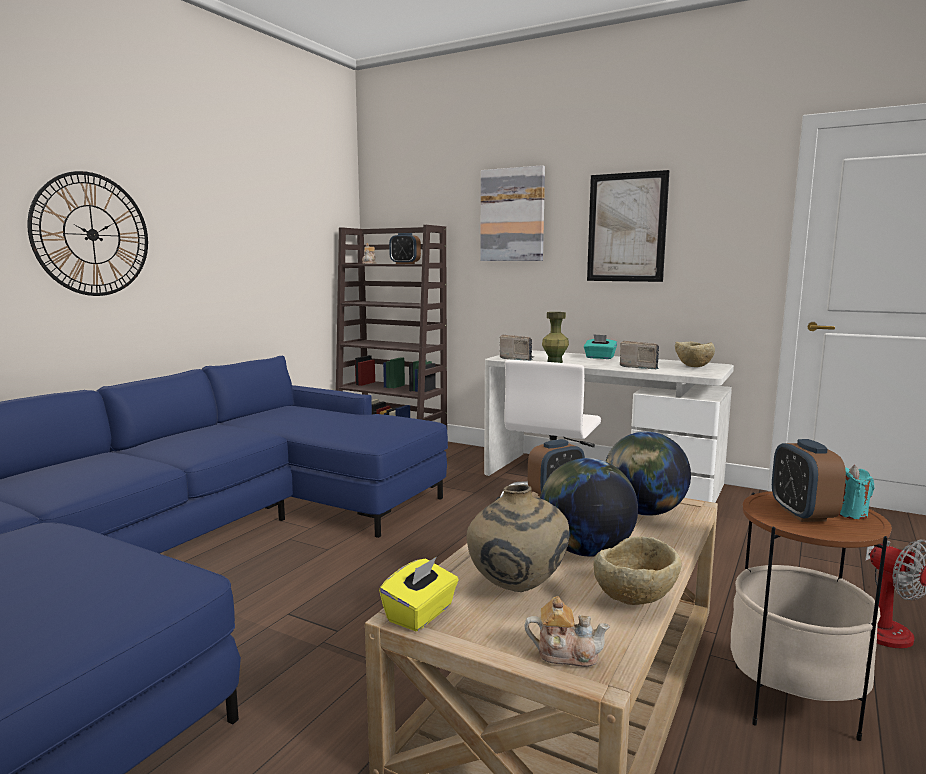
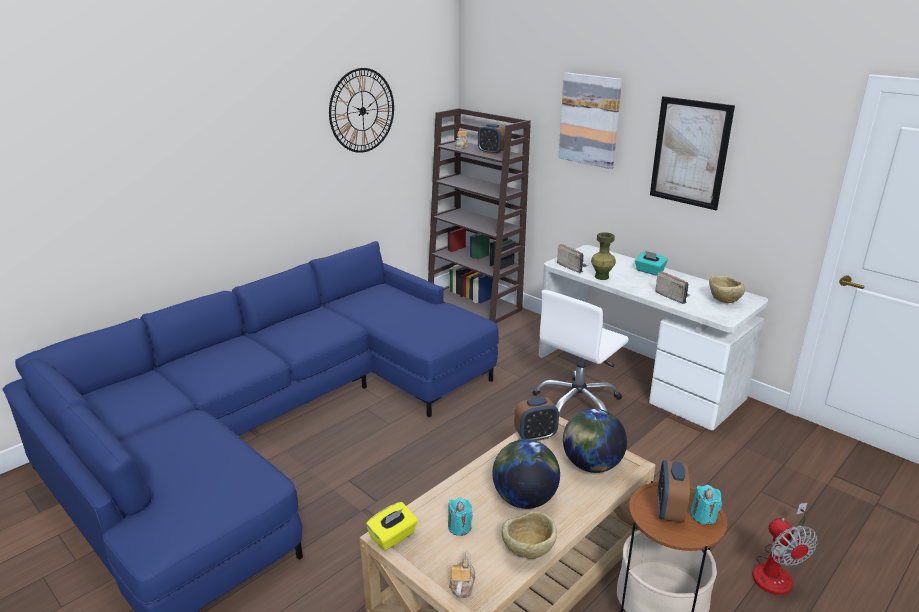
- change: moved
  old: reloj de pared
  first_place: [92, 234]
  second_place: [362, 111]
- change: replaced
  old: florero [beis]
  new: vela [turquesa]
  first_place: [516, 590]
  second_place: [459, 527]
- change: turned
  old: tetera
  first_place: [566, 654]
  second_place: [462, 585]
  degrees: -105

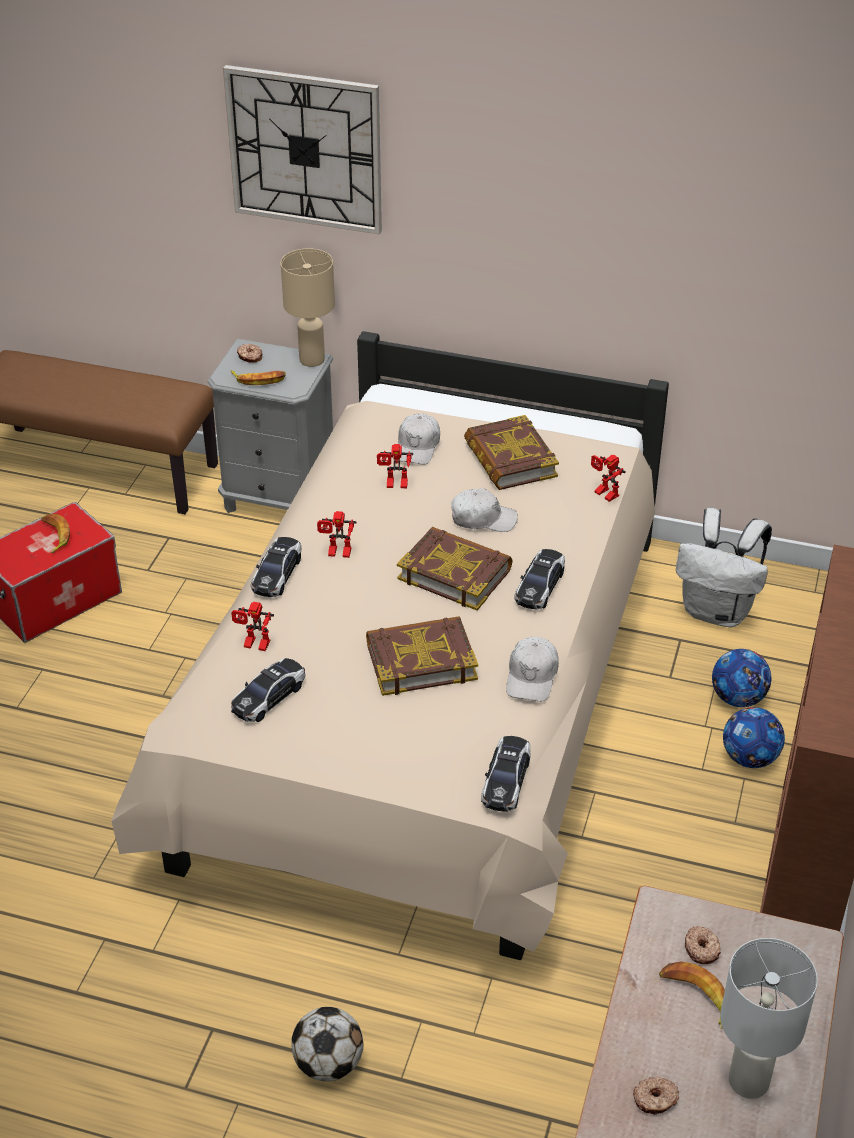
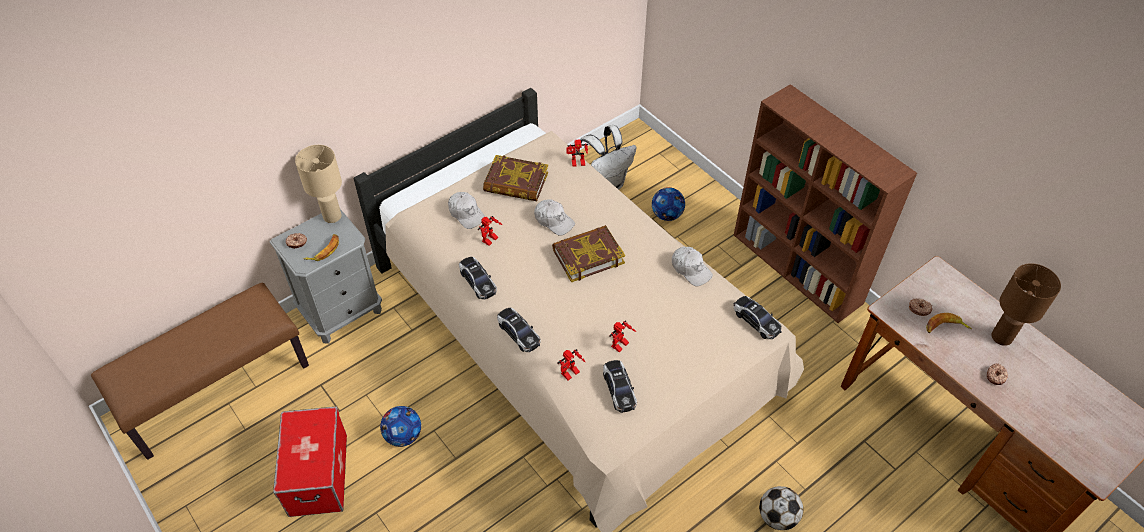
- change: removed
  old: reloj de pared
  first_place: [305, 149]
- change: turned
  old: gorra [blanco]
  first_place: [482, 519]
  second_place: [554, 220]
  degrees: 90
- change: moved
  old: robot de juguete
  first_place: [337, 554]
  second_place: [620, 347]
- change: removed
  old: plátano
  first_place: [54, 536]
- change: moved
  old: coche de juguete
  first_place: [540, 586]
  second_place: [478, 281]
- change: removed
  old: libro
  first_place: [421, 661]
- change: moved
  old: balón de fútbol
  first_place: [749, 758]
  second_place: [403, 436]
- change: recoloured
  old: lámpara de mesa [blanco]
  new: lámpara de mesa [marrón]
  first_place: [750, 1081]
  second_place: [1002, 337]

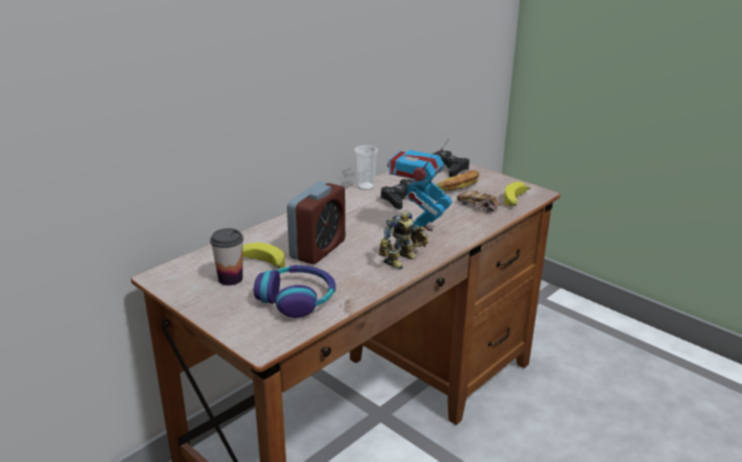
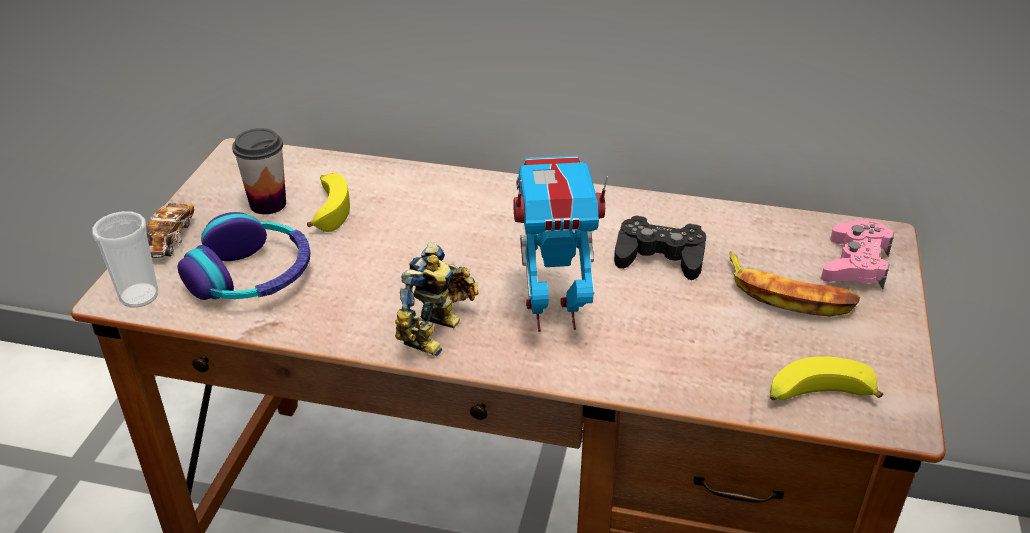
- change: moved
  old: taza
  first_place: [365, 186]
  second_place: [139, 296]
- change: recoloured
  old: mando de consola [negro]
  new: mando de consola [rosa]
  first_place: [448, 168]
  second_place: [855, 264]
- change: removed
  old: despertador
  first_place: [318, 249]
- change: moved
  old: coche de juguete
  first_place: [478, 207]
  second_place: [169, 240]
- change: turned
  old: robot de juguete
  first_place: [403, 261]
  second_place: [438, 334]
  degrees: -75

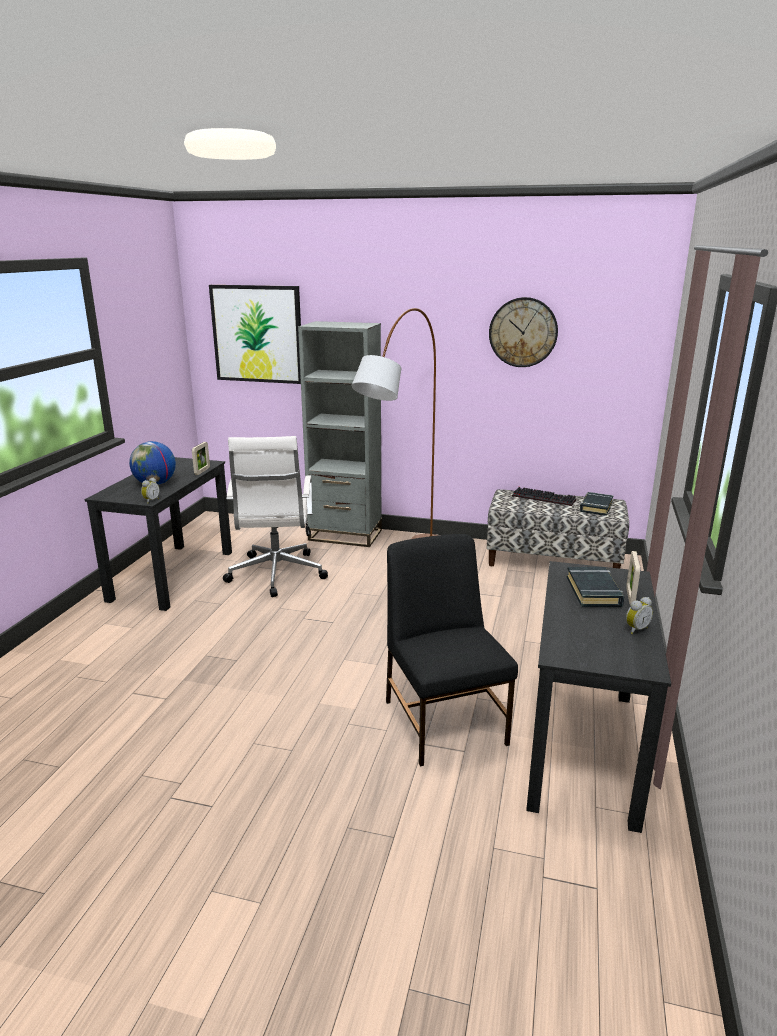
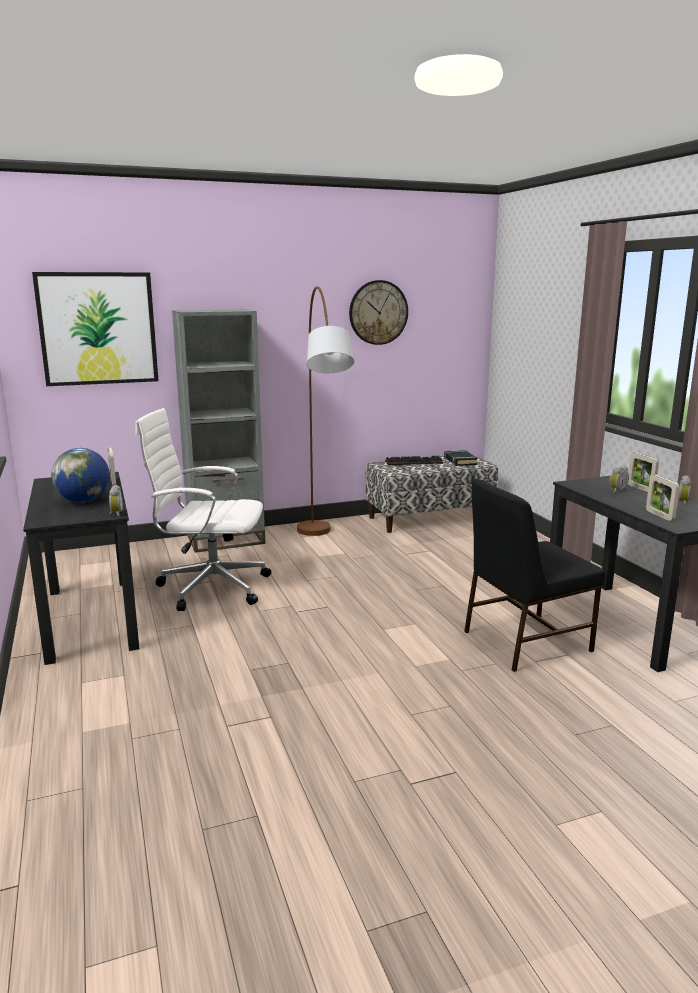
- change: turned
  old: silla de oficina [blanco]
  first_place: [276, 575]
  second_place: [210, 587]
  degrees: 135
- change: turned
  old: silla [negro]
  first_place: [445, 720]
  second_place: [524, 641]
  degrees: -60
- change: replaced
  old: libro [negro]
  new: despertador
  first_place: [594, 591]
  second_place: [616, 491]
- change: added
  new: portarretratos
  second_place: [659, 515]

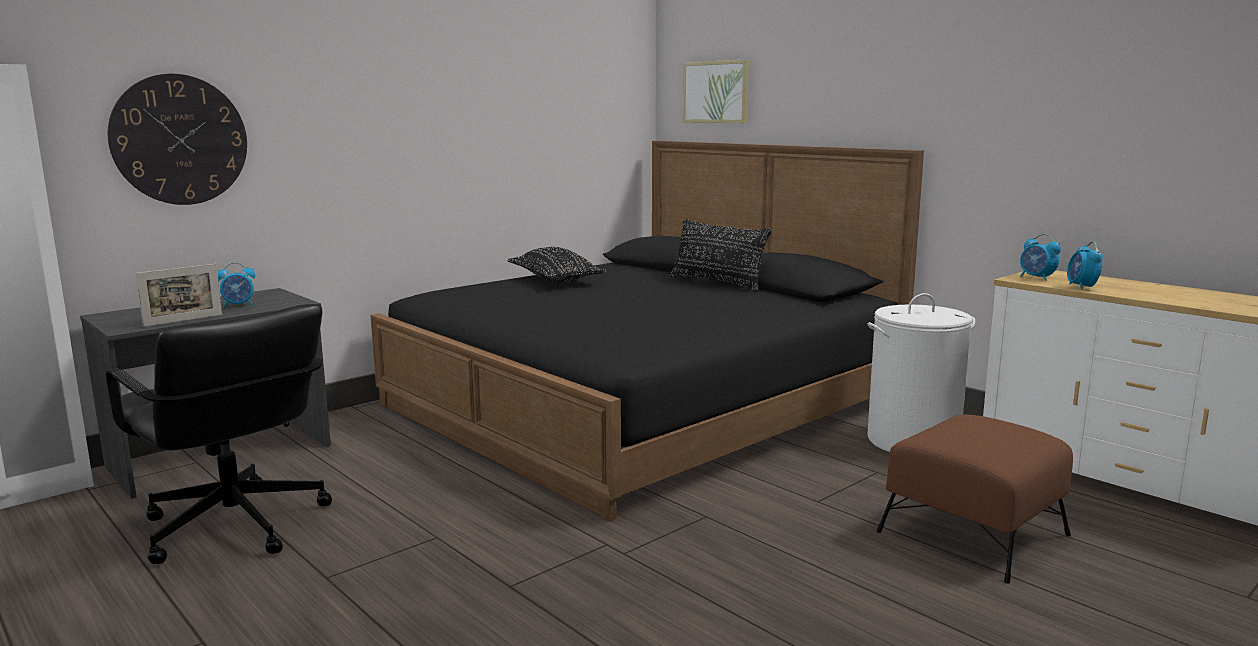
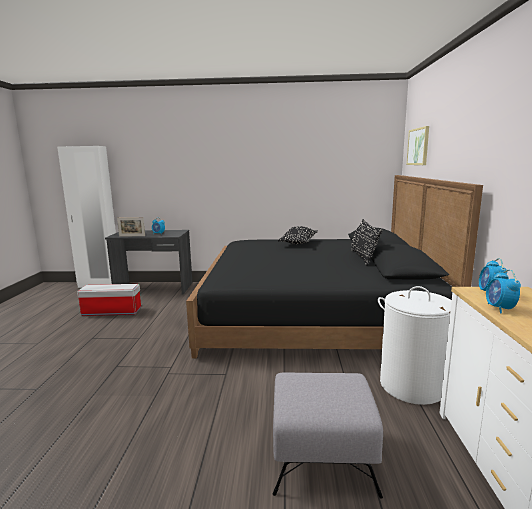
- change: removed
  old: reloj de pared
  first_place: [180, 140]
- change: turned
  old: despertador
  first_place: [1081, 287]
  second_place: [499, 309]
  degrees: -45
- change: replaced
  old: silla de oficina [negro]
  new: caja de almacenaje
  first_place: [234, 526]
  second_place: [111, 312]
- change: recoloured
  old: puf [marrón]
  new: puf [gris]
  first_place: [972, 533]
  second_place: [321, 455]

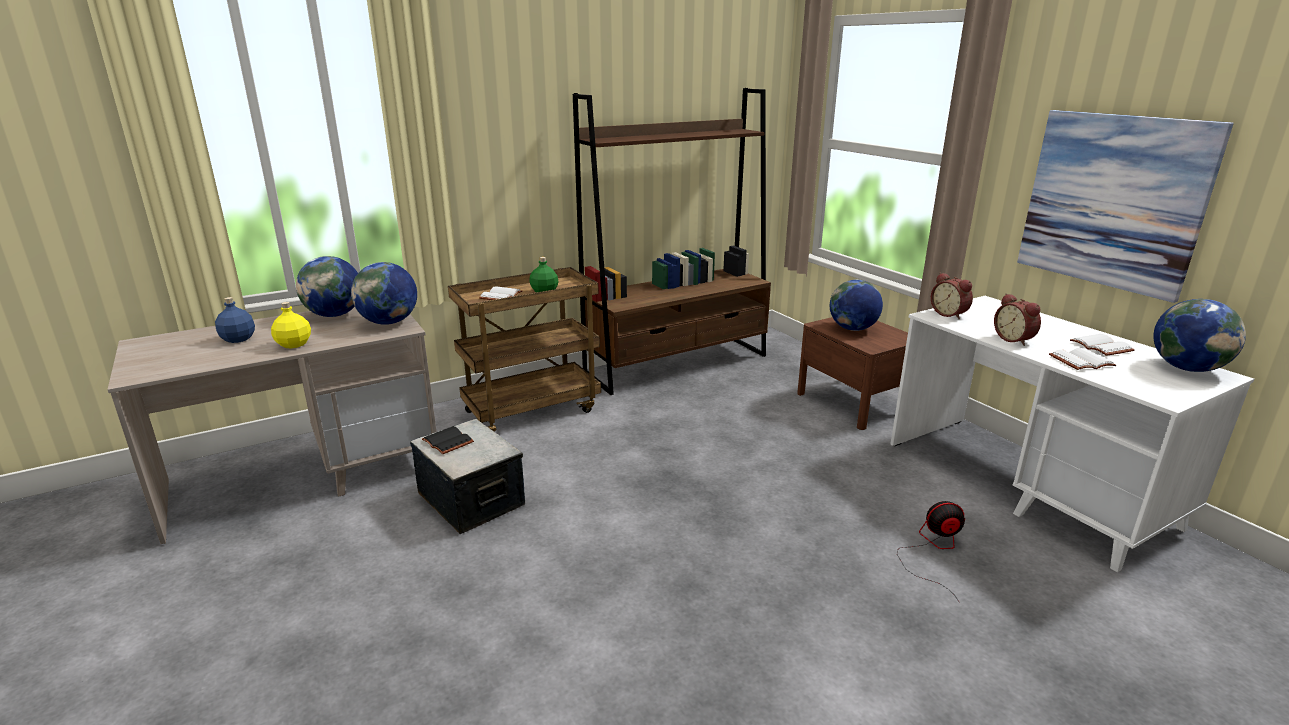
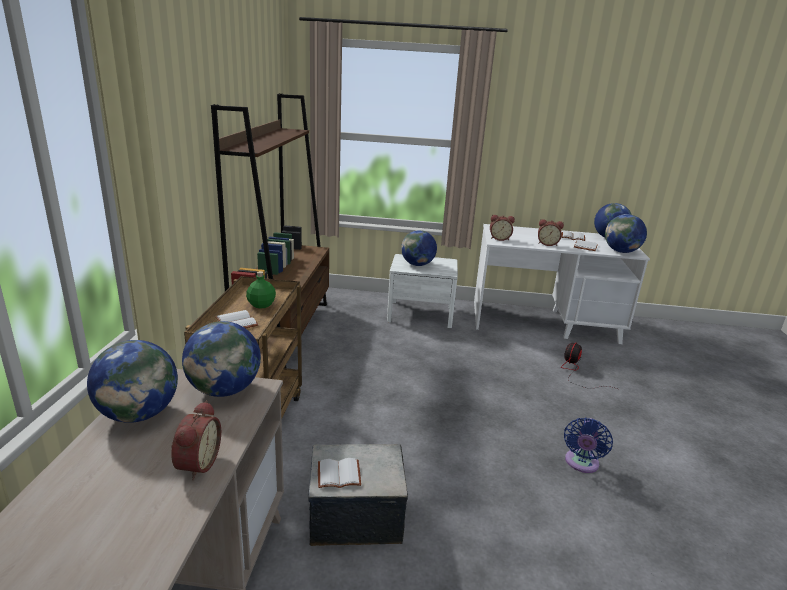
- change: removed
  old: cuadro
  first_place: [1113, 201]
- change: removed
  old: botella [azul]
  first_place: [238, 339]
- change: replaced
  old: botella [amarillo]
  new: despertador
  first_place: [294, 344]
  second_place: [196, 464]
- change: recoloured
  old: mesita de noche [marrón]
  new: mesita de noche [blanco]
  first_place: [853, 402]
  second_place: [420, 314]
- change: recoloured
  old: libro [negro]
  new: libro [blanco]
  first_place: [449, 441]
  second_place: [339, 473]
- change: added
  new: globo terráqueo
  second_place: [621, 251]
- change: added
  new: ventilador [azul]
  second_place: [581, 464]

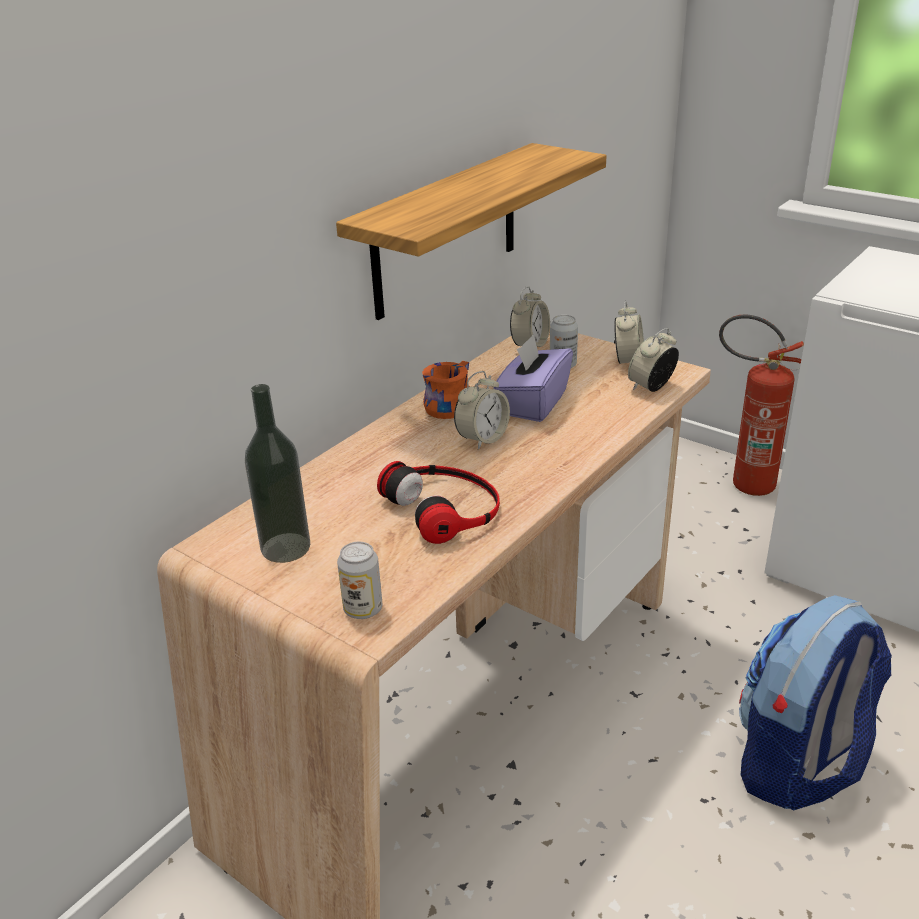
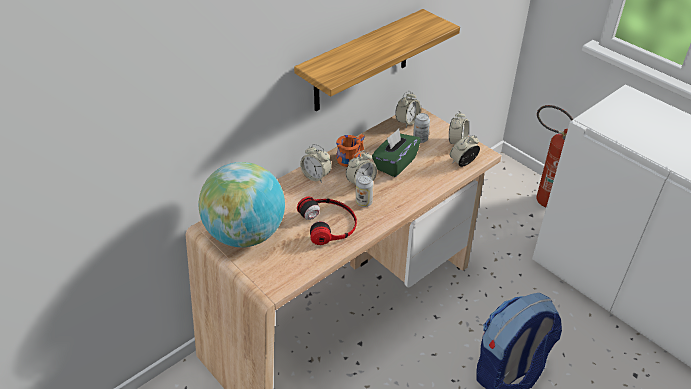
- change: recoloured
  old: caja de pañuelos [morado]
  new: caja de pañuelos [verde]
  first_place: [533, 403]
  second_place: [395, 164]
- change: replaced
  old: botella
  new: globo terráqueo
  first_place: [285, 547]
  second_place: [246, 234]
- change: moved
  old: lata
  first_place: [363, 609]
  second_place: [364, 202]
- change: added
  new: despertador
  second_place: [316, 176]

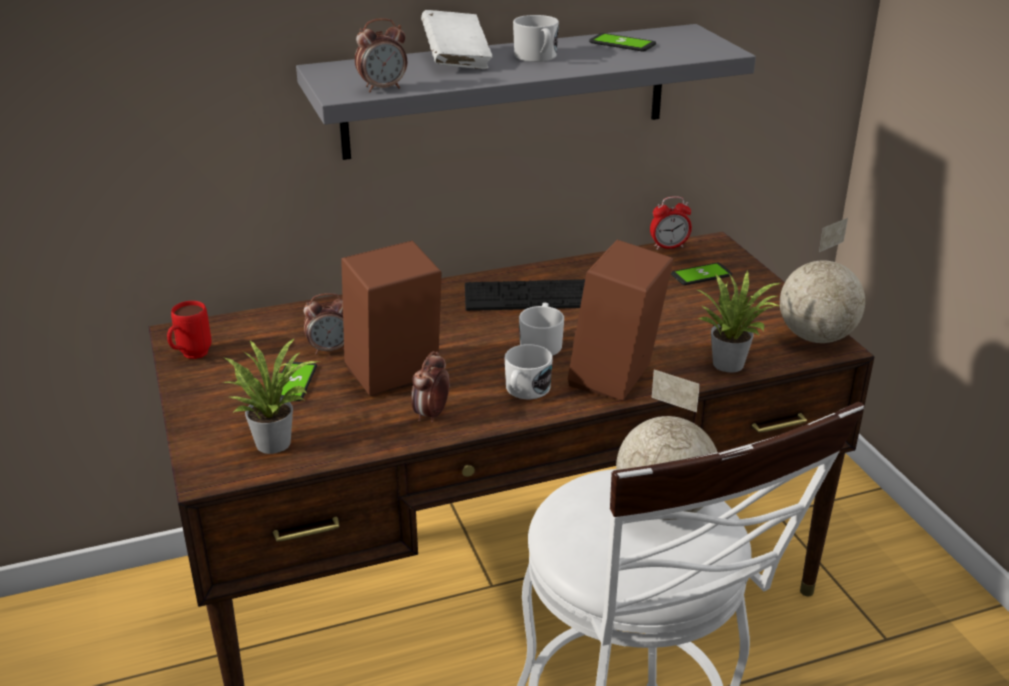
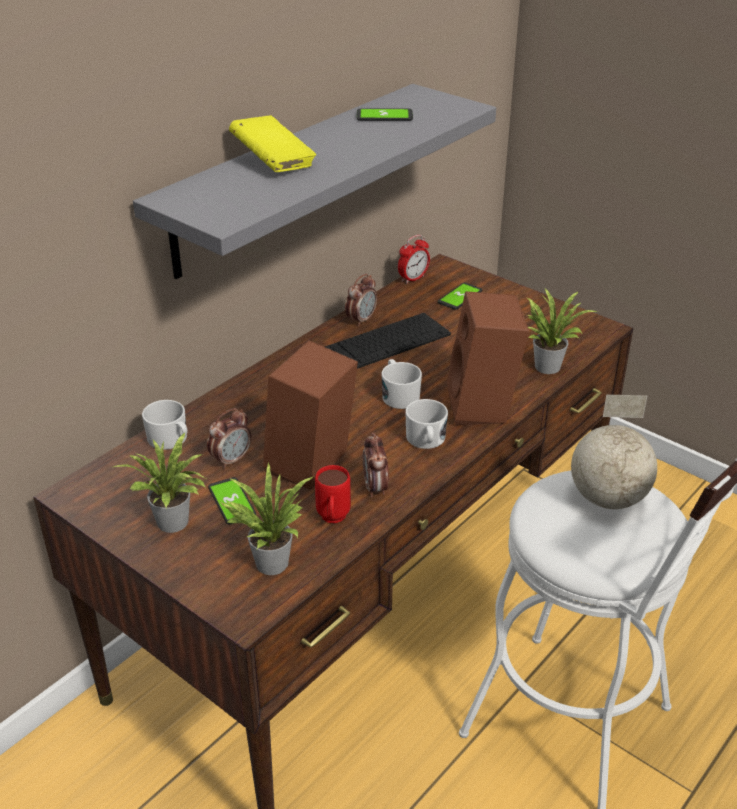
- change: recoloured
  old: libro [blanco]
  new: libro [amarillo]
  first_place: [456, 61]
  second_place: [273, 163]
- change: moved
  old: taza grande [blanco]
  first_place: [537, 57]
  second_place: [171, 440]
- change: moved
  old: despertador
  first_place: [383, 88]
  second_place: [361, 320]
- change: removed
  old: globo terráqueo
  first_place: [817, 337]
- change: moved
  old: taza grande [rojo]
  first_place: [190, 356]
  second_place: [333, 520]
- change: added
  new: planta en maceta
  second_place: [174, 524]

